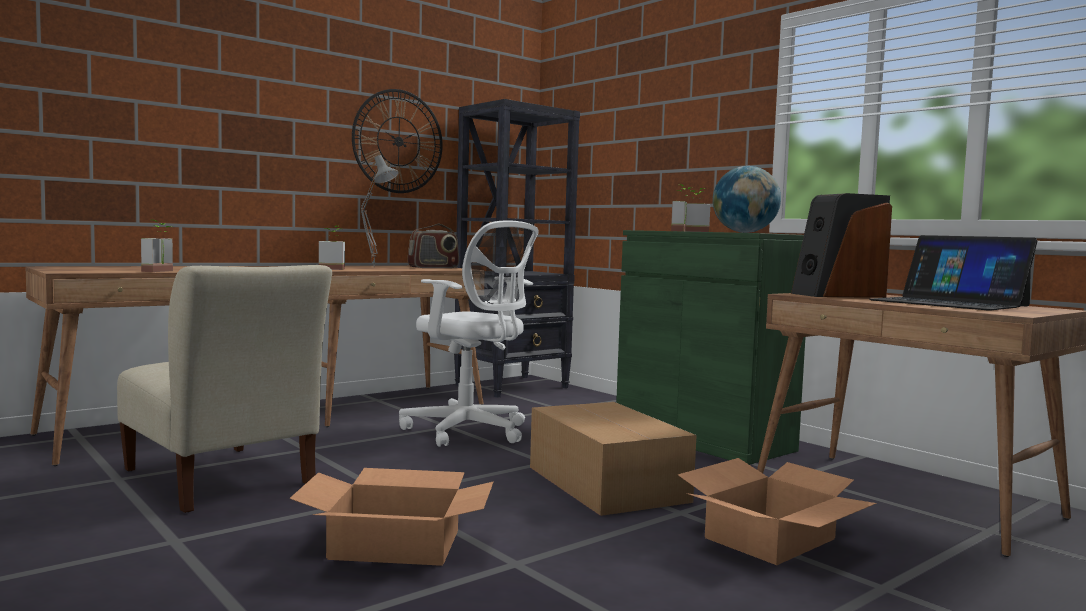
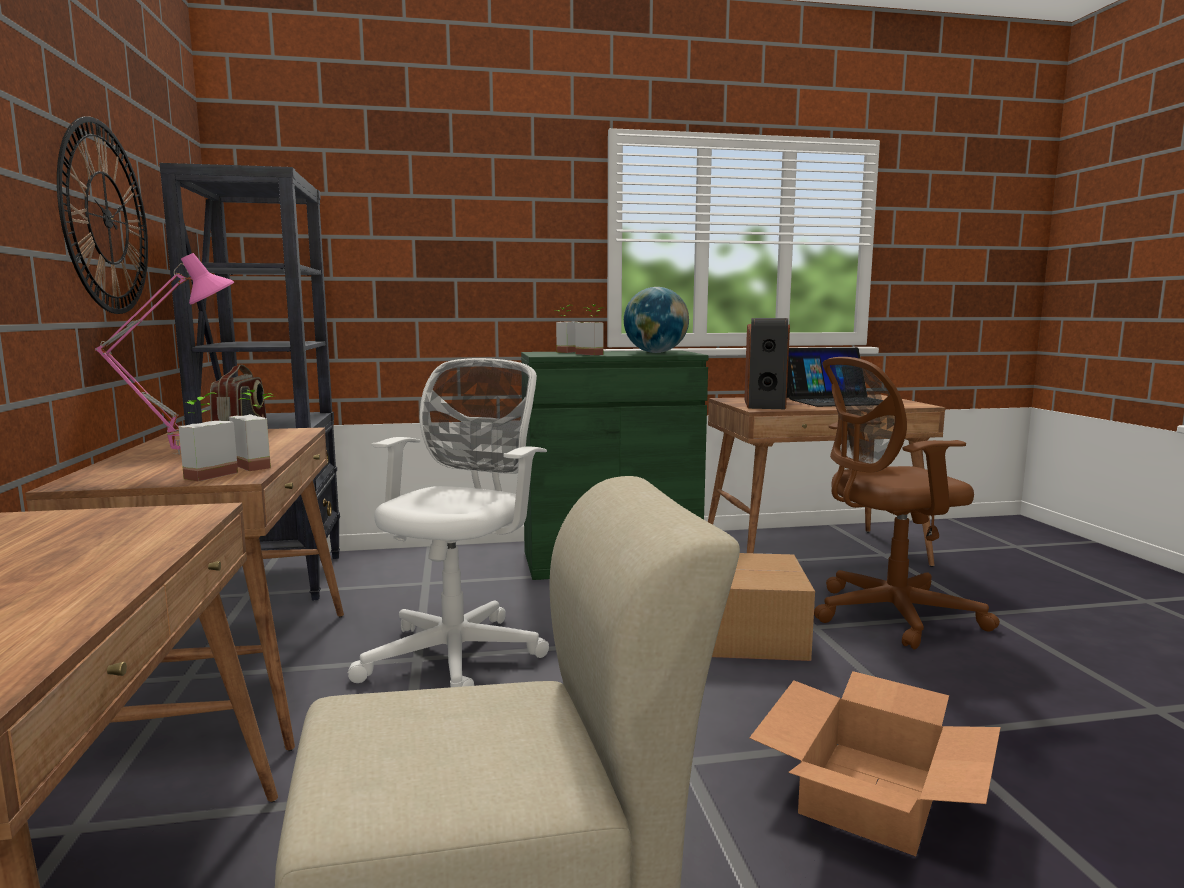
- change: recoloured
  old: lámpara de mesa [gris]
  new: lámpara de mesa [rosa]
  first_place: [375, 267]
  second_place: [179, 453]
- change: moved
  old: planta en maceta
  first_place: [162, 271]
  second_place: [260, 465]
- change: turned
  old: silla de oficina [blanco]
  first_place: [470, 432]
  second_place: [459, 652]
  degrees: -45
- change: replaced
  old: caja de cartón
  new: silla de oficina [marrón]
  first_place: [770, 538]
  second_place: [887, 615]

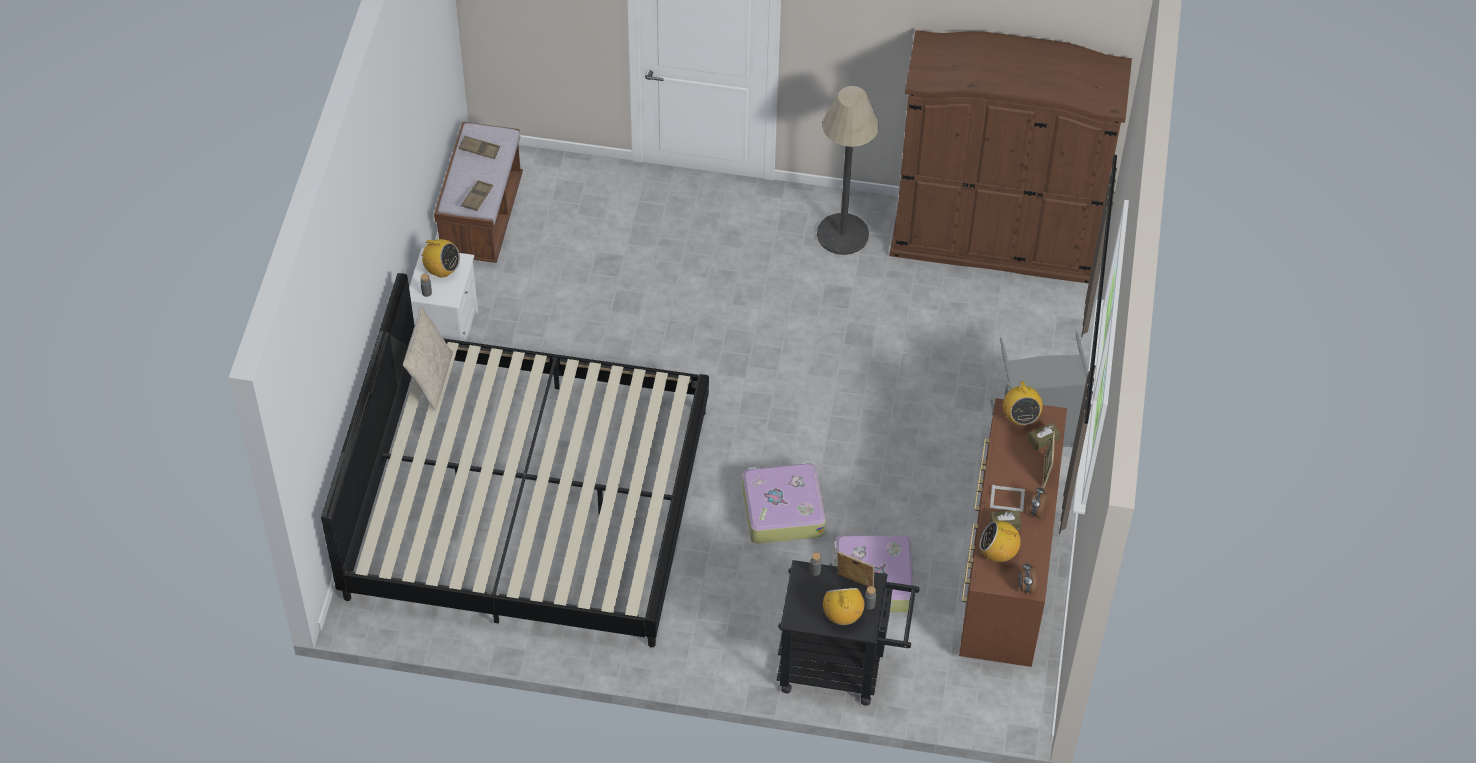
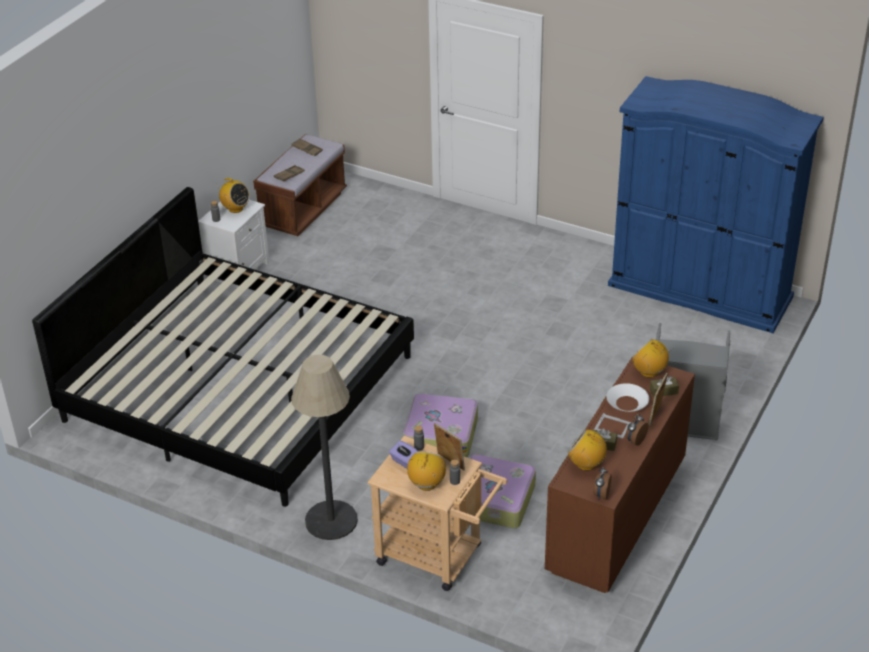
- change: recoloured
  old: armario ropero [marrón]
  new: armario ropero [azul]
  first_place: [995, 240]
  second_place: [700, 291]
- change: moved
  old: lámpara de pie
  first_place: [843, 234]
  second_place: [331, 520]
- change: removed
  old: cojín [beis]
  first_place: [431, 379]
- change: turned
  old: radio
  first_place: [1020, 417]
  second_place: [649, 372]
  degrees: 120
- change: recoloured
  old: carrito [negro]
  new: carrito [beis]
  first_place: [841, 667]
  second_place: [437, 557]
- change: added
  new: cuenco [blanco]
  second_place: [627, 403]
- change: added
  new: caja de pañuelos [morado]
  second_place: [404, 461]

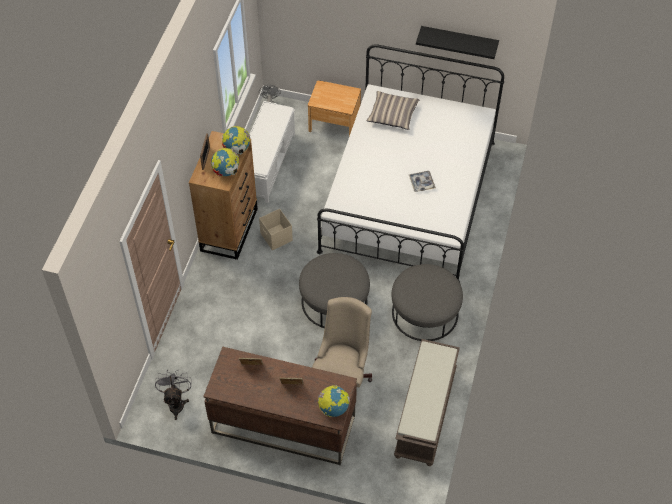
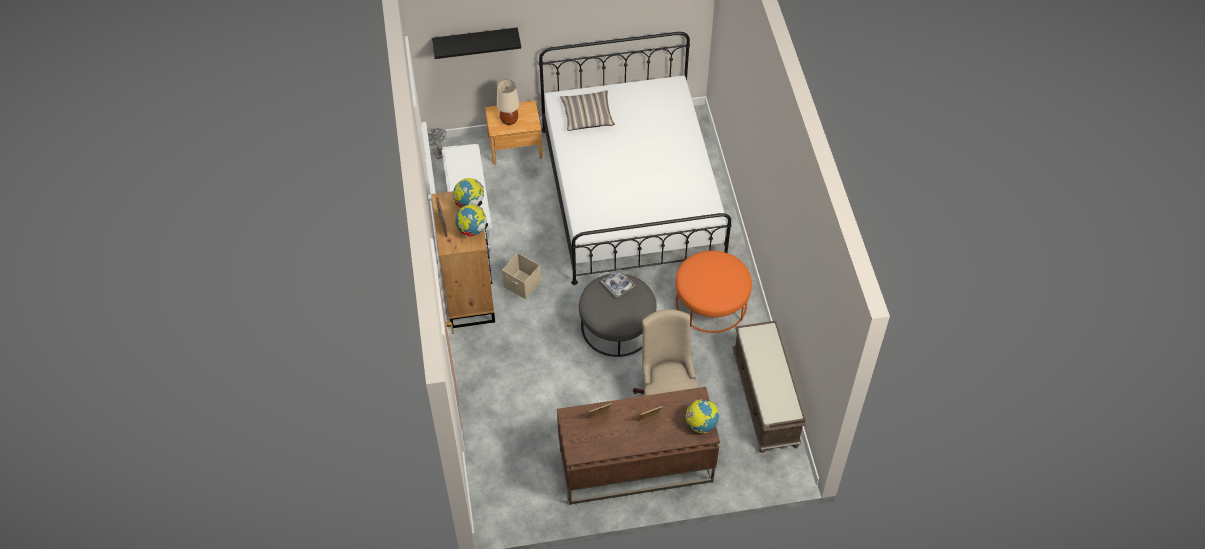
- change: moved
  old: estante [negro]
  first_place: [459, 40]
  second_place: [475, 40]
- change: moved
  old: bandeja
  first_place: [421, 183]
  second_place: [617, 285]
- change: recoloured
  old: puf [gris]
  new: puf [naranja]
  first_place: [425, 313]
  second_place: [711, 303]
- change: removed
  old: ventilador [gris]
  first_place: [176, 403]
- change: added
  new: lámpara de mesa [beis]
  second_place: [509, 120]

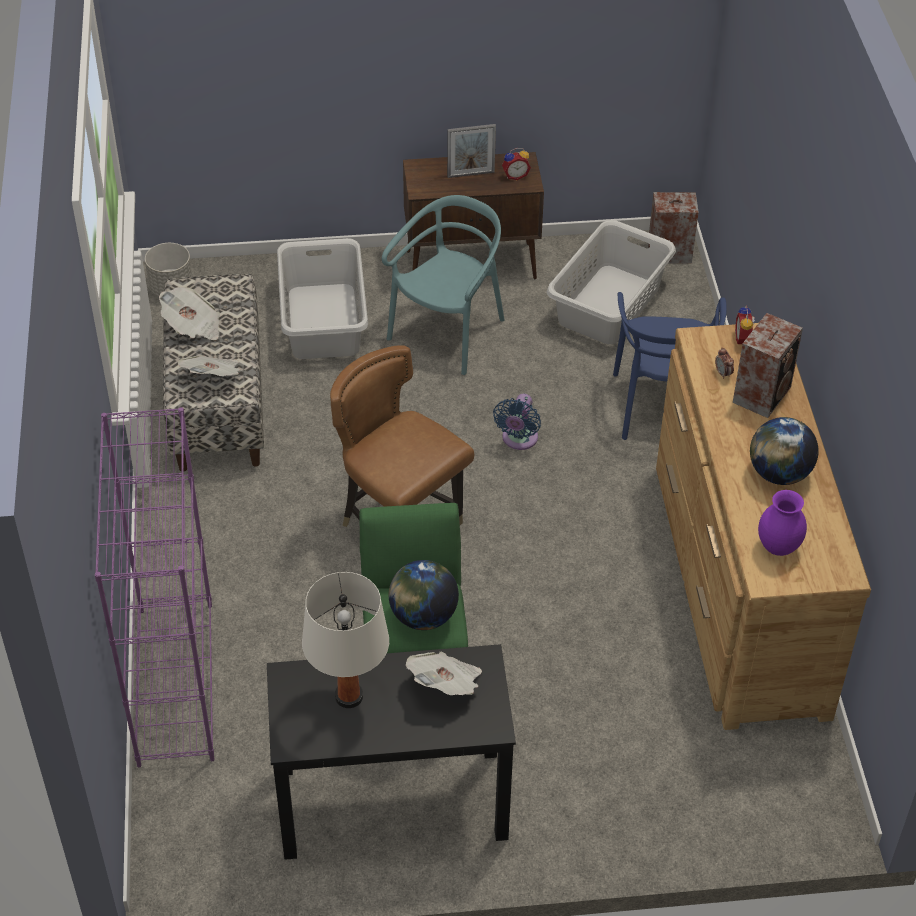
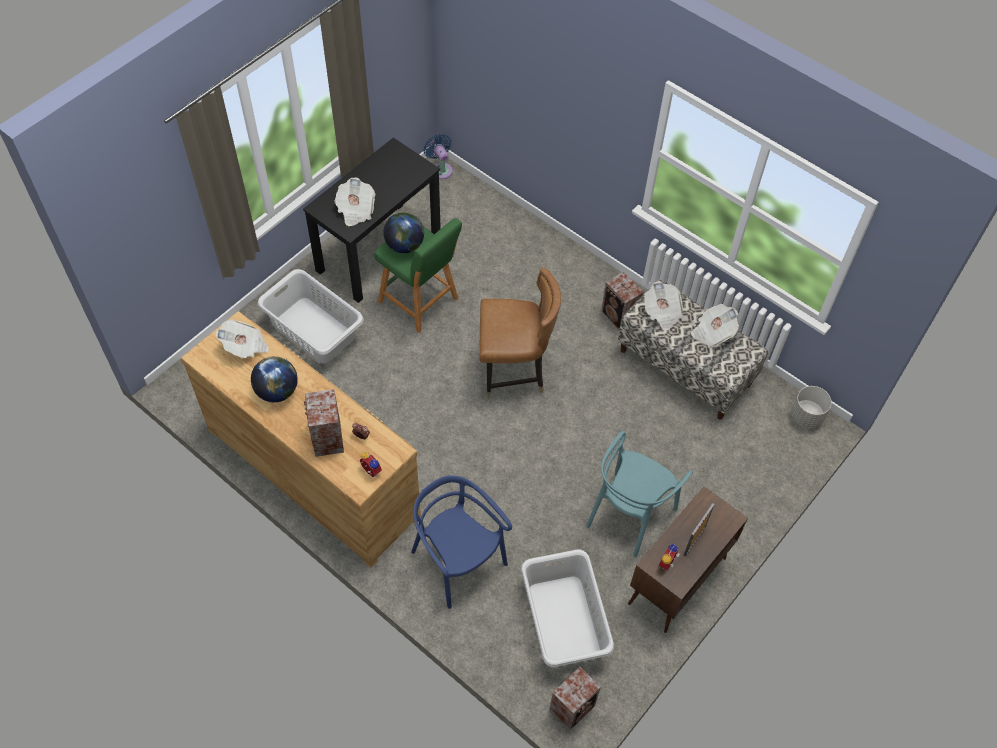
- change: turned
  old: silla [turquesa]
  first_place: [448, 332]
  second_place: [629, 514]
  degrees: 45
- change: moved
  old: cesto de la ropa [gris]
  first_place: [322, 322]
  second_place: [314, 329]
- change: moved
  old: ventilador [azul]
  first_place: [518, 440]
  second_place: [440, 169]
- change: removed
  old: estantería [morado]
  first_place: [175, 682]
- change: replaced
  old: florero [morado]
  new: periódico
  first_place: [777, 547]
  second_place: [245, 346]
- change: removed
  old: lámpara de mesa [blanco]
  first_place: [349, 697]
- change: added
  new: altavoz
  second_place: [619, 317]

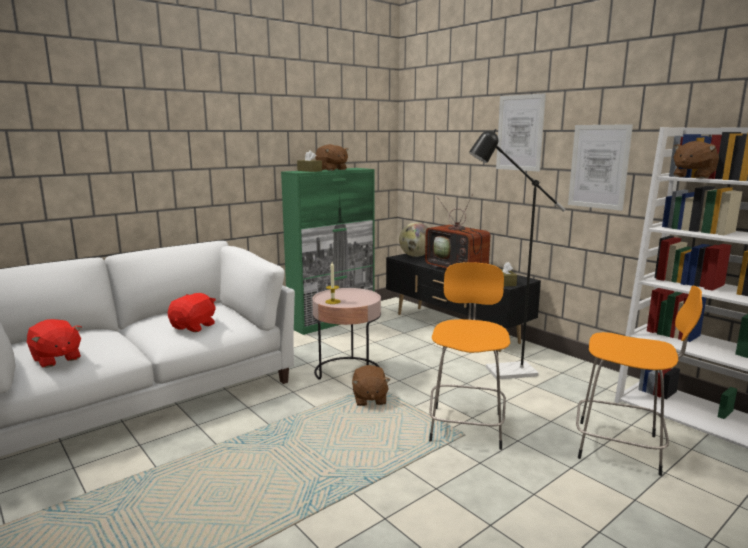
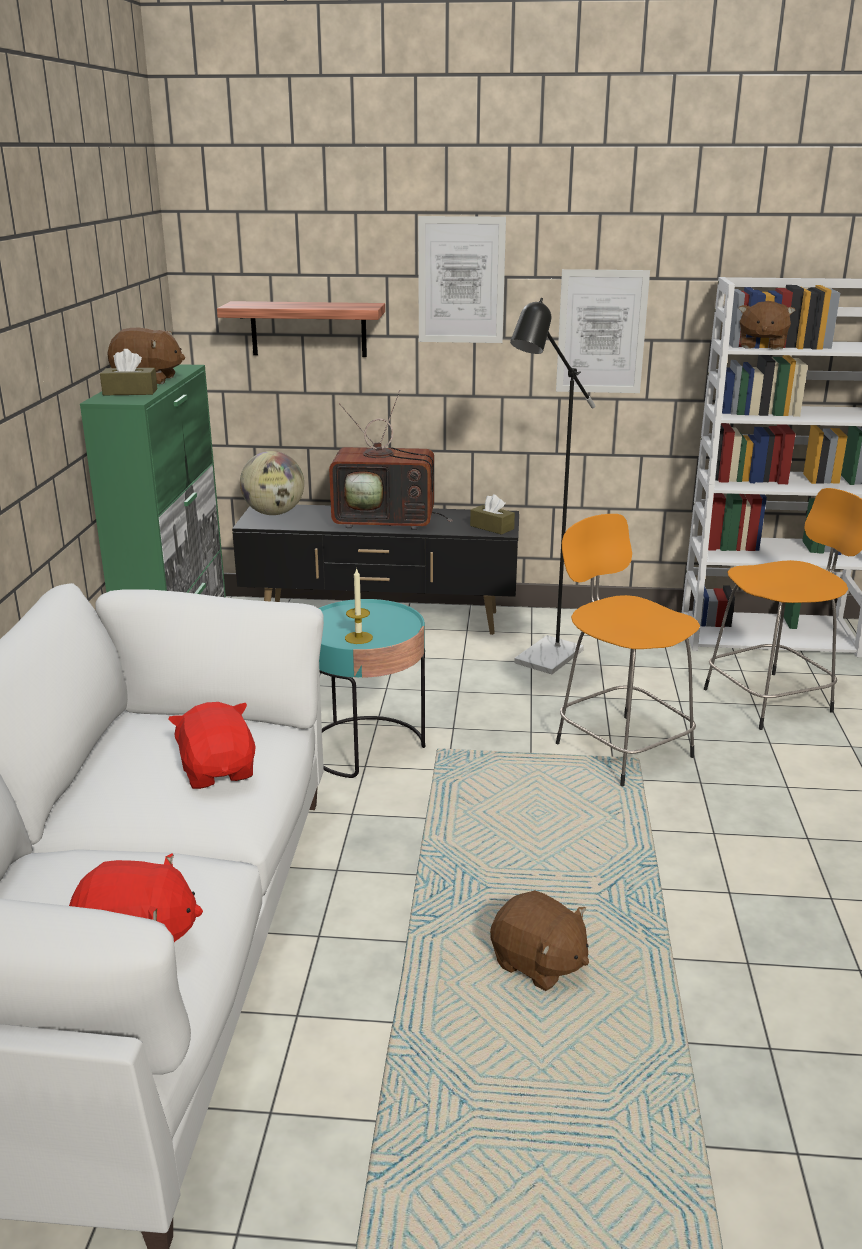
- change: recoloured
  old: mesa auxiliar [rosa]
  new: mesa auxiliar [turquesa]
  first_place: [348, 371]
  second_place: [367, 747]
- change: moved
  old: peluche [marrón]
  first_place: [369, 399]
  second_place: [538, 963]
- change: added
  new: estante
  second_place: [308, 329]

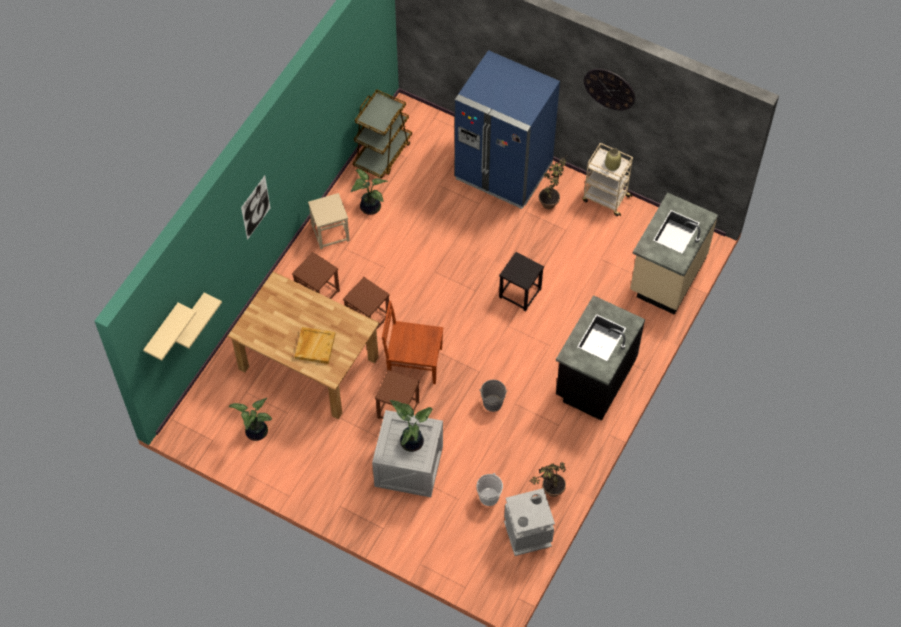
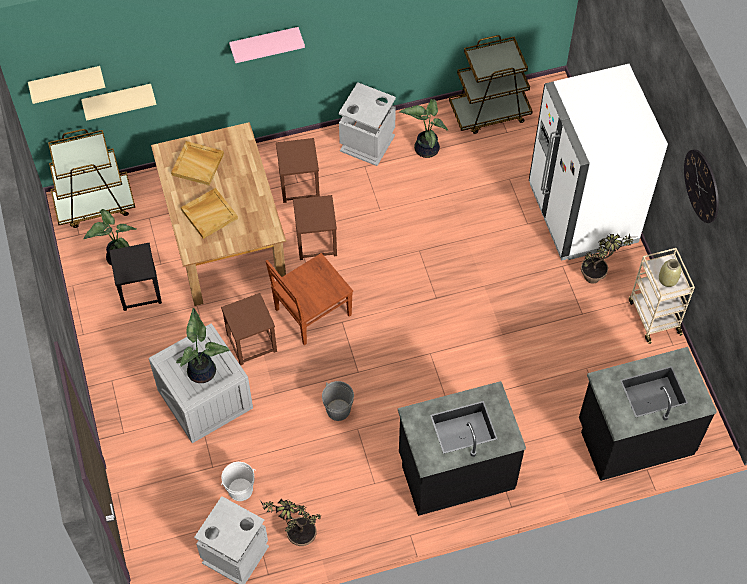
- change: recoloured
  old: nevera [azul]
  new: nevera [blanco]
  first_place: [503, 171]
  second_place: [582, 213]
- change: replaced
  old: cuadro
  new: estante [rosa]
  first_place: [256, 207]
  second_place: [264, 43]
- change: recoloured
  old: mueble bajo de cocina [beis]
  new: mueble bajo de cocina [negro]
  first_place: [666, 275]
  second_place: [634, 437]
- change: replaced
  old: taburete [beis]
  new: papelera [gris]
  first_place: [330, 232]
  second_place: [368, 143]
- change: moved
  old: taburete [negro]
  first_place: [519, 293]
  second_place: [139, 290]
- change: turned
  old: silla [marrón]
  first_place: [413, 362]
  second_place: [311, 313]
  degrees: -90
- change: added
  new: carrito [marrón]
  second_place: [95, 204]
- change: added
  new: bandeja [beis]
  second_place: [198, 164]

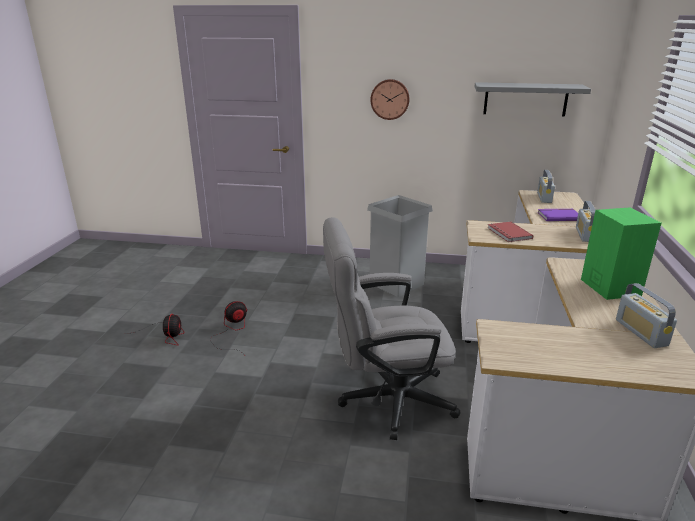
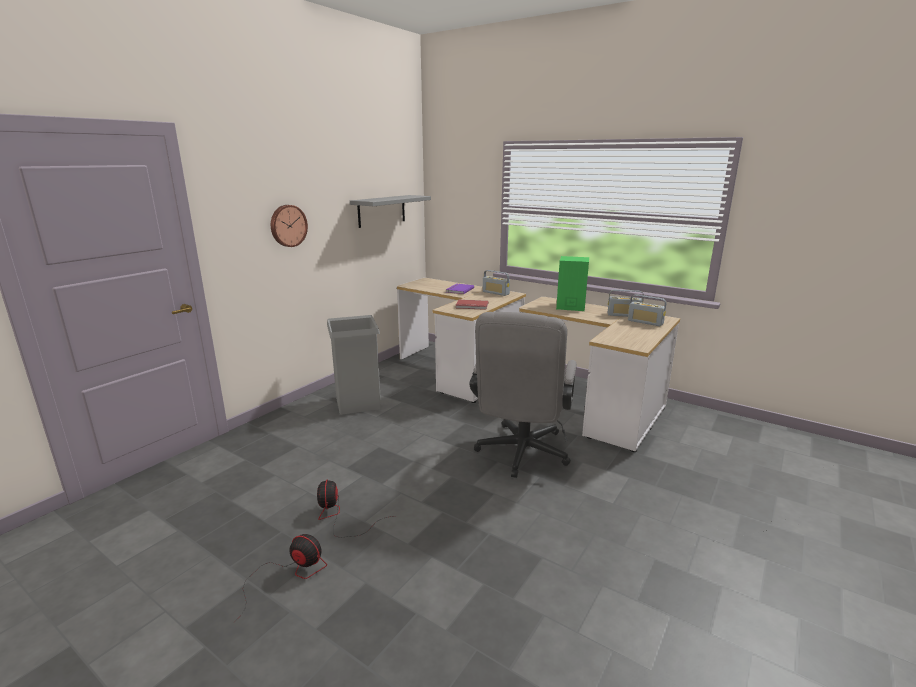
- change: moved
  old: radio
  first_place: [544, 198]
  second_place: [645, 322]

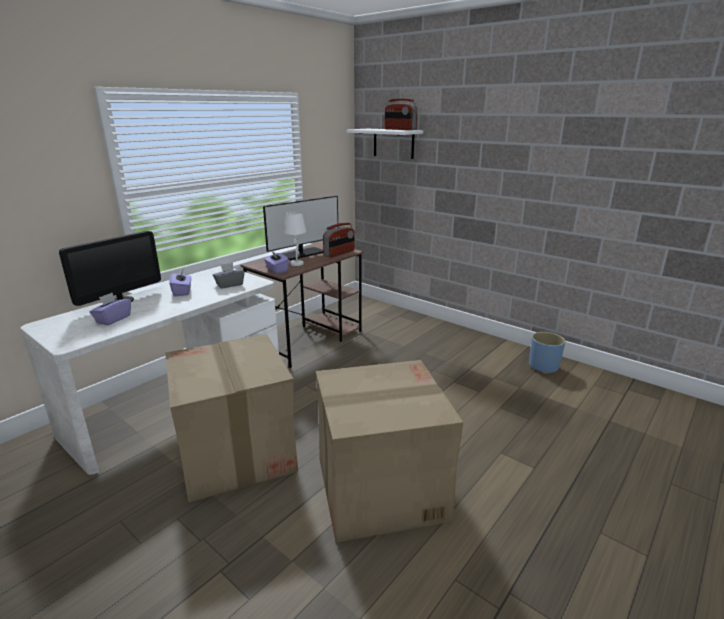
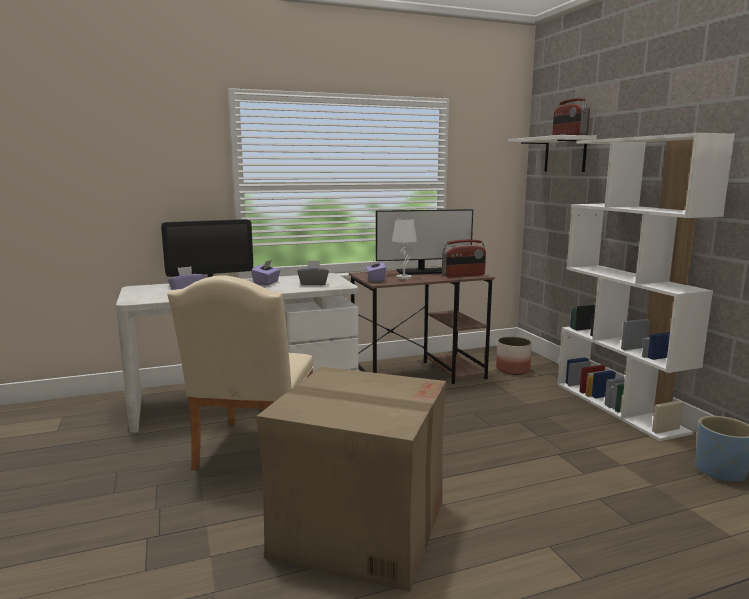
- change: replaced
  old: caja de cartón
  new: silla [beis]
  first_place: [236, 453]
  second_place: [253, 451]
- change: added
  new: estantería [blanco]
  second_place: [619, 407]
- change: added
  new: maceta
  second_place: [512, 370]

